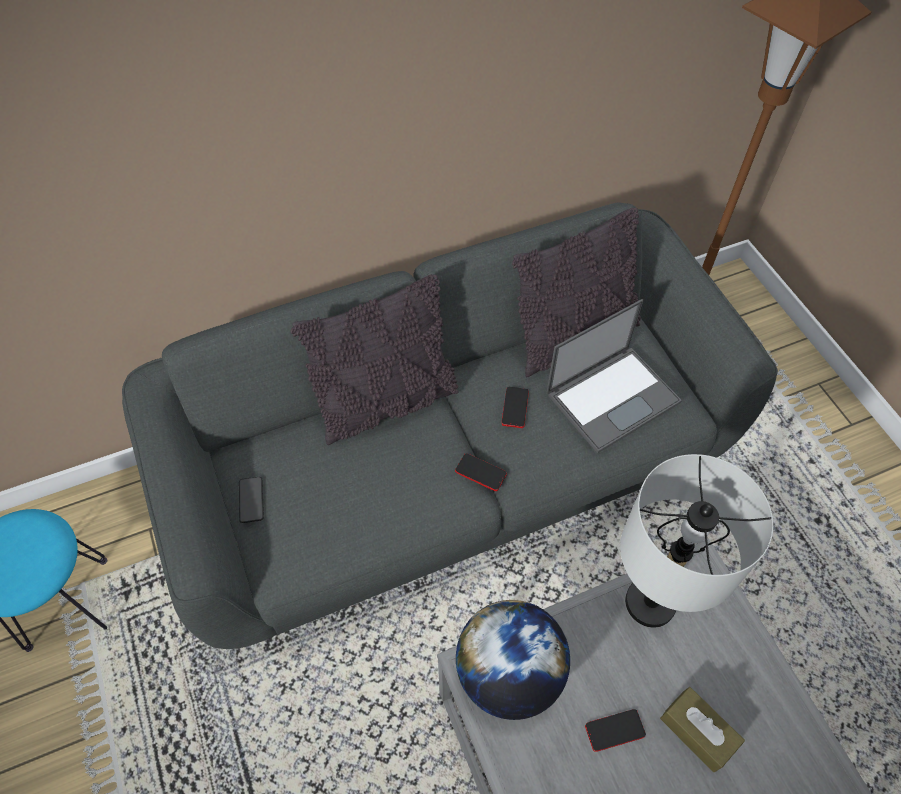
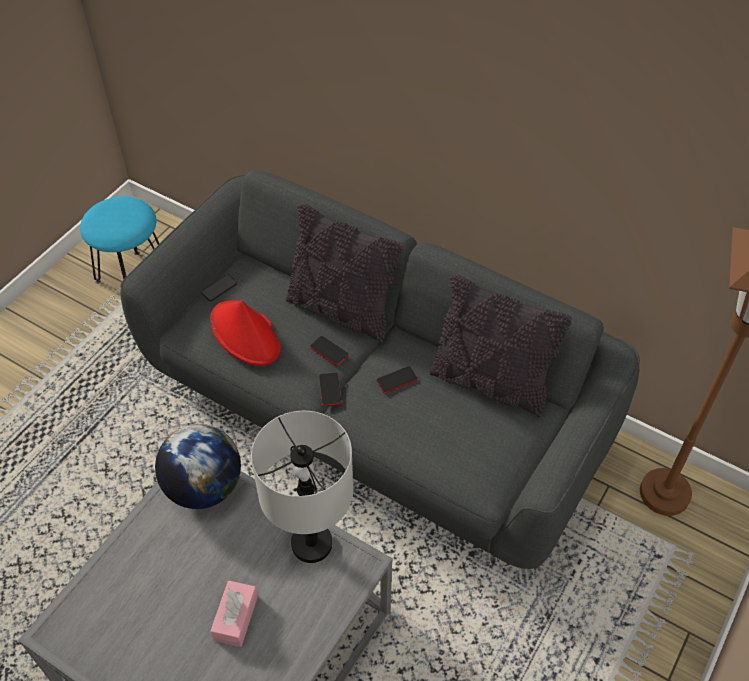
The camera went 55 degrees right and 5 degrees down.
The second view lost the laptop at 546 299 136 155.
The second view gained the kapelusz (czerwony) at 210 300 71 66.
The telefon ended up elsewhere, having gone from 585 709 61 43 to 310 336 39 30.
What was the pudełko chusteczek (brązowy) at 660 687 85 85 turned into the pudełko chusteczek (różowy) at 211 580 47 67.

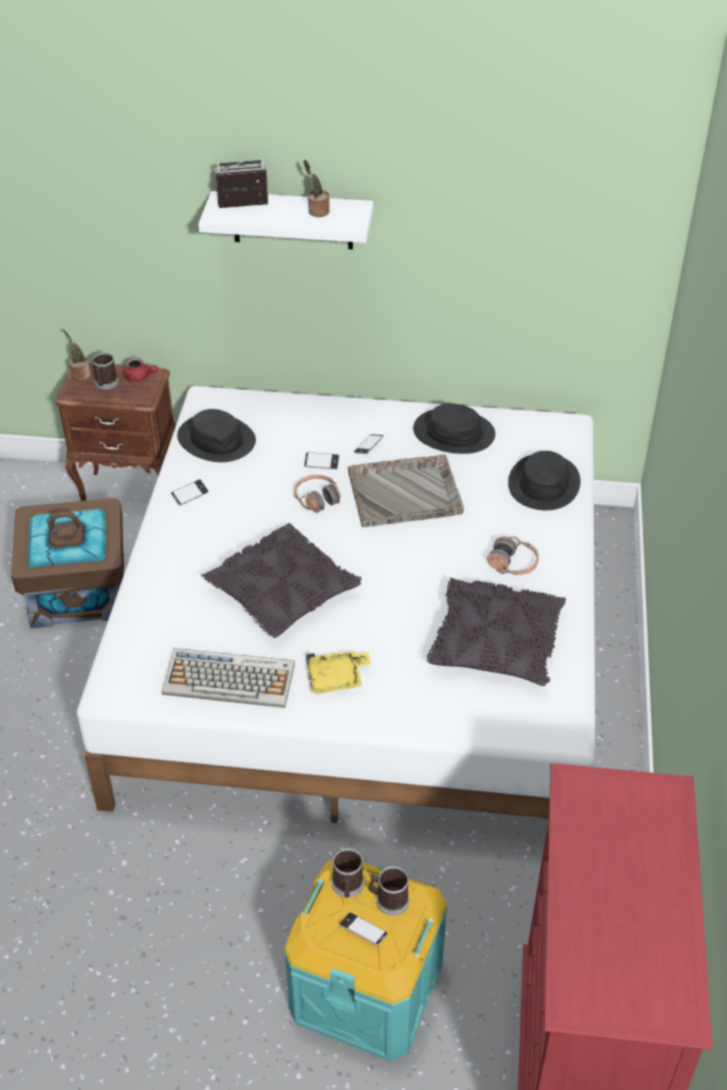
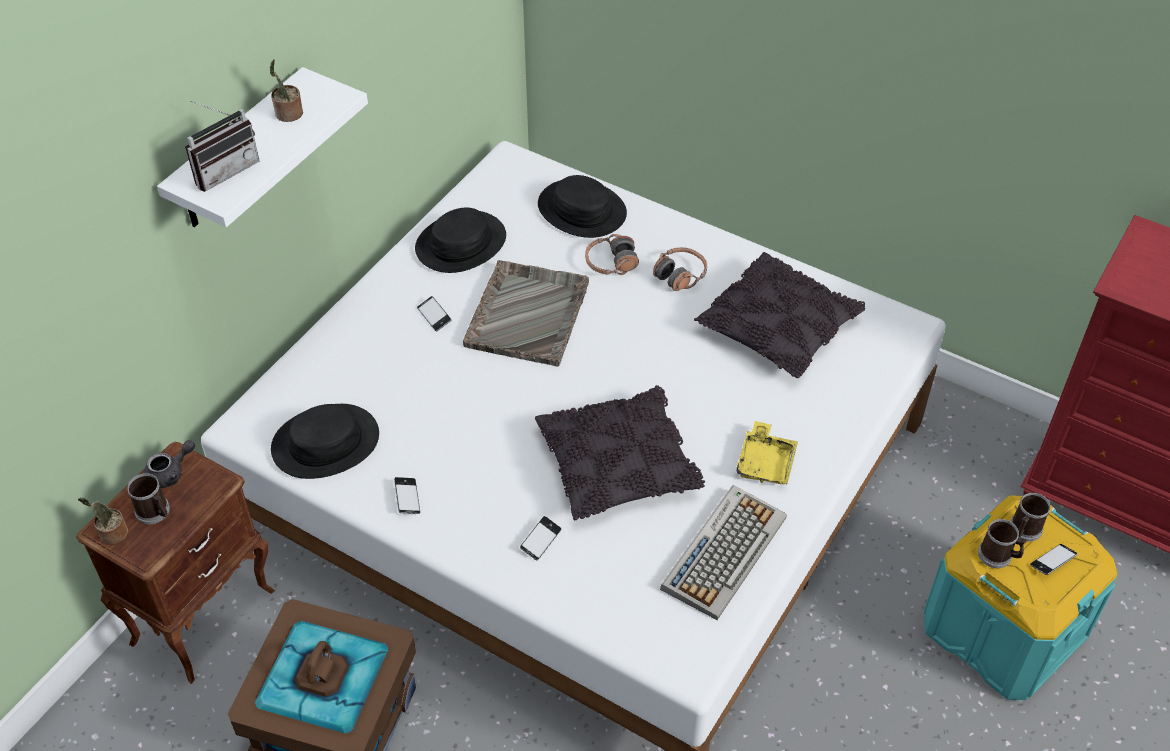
The camera went 65 degrees left and 5 degrees up.
The słuchawki ended up elsewhere, having gone from 294 475 46 38 to 585 234 54 41.
The telefon ended up elsewhere, having gone from 304 452 35 17 to 520 516 41 44.
What was the imbryk (czerwony) at 123 358 35 24 turned into the imbryk (szary) at 144 440 51 48.
The radio at 215 159 53 49 ended up facing another way, 150 degrees counterclockwise from before.

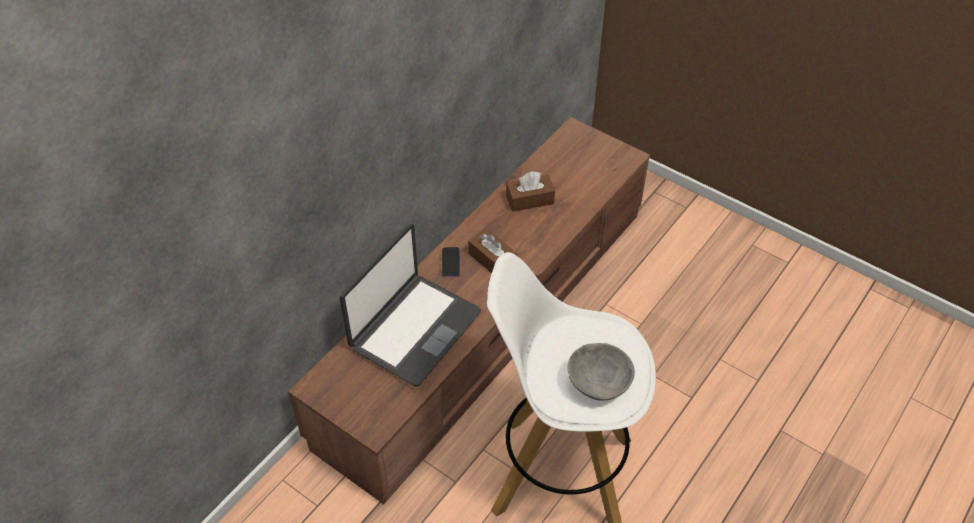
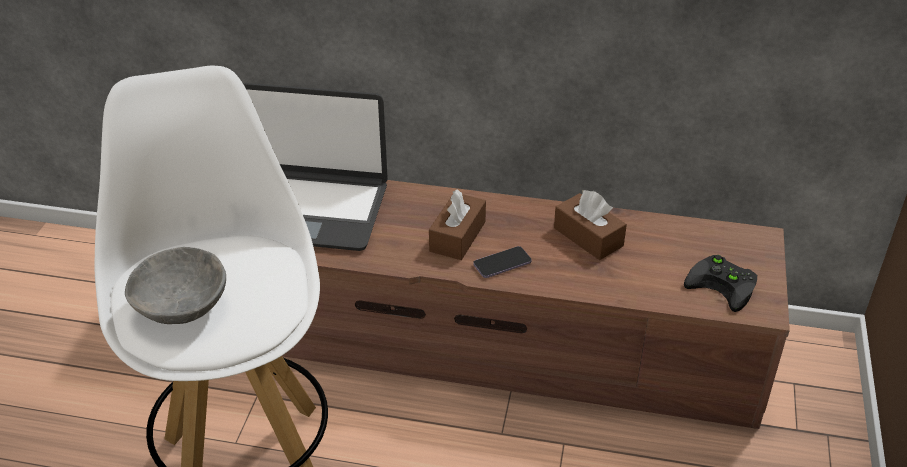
The camera went 65 degrees right and 10 degrees down.
The second view gained the pad do gier (czarny) at 684 255 73 57.
The telefon ended up elsewhere, having gone from 442 247 18 30 to 473 246 59 32.

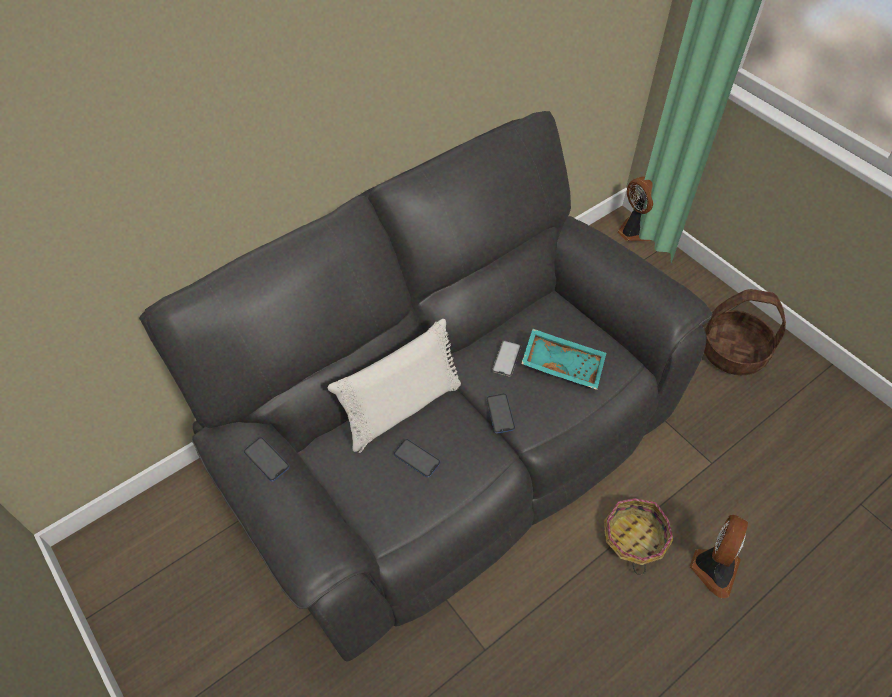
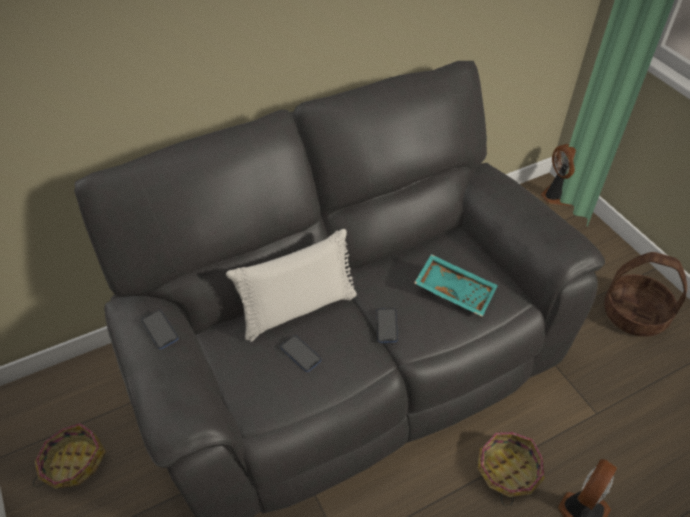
The camera went 10 degrees right and 5 degrees down.
The second view lost the telefon at 492 340 29 36.
The second view gained the koszyk at 33 423 73 66.

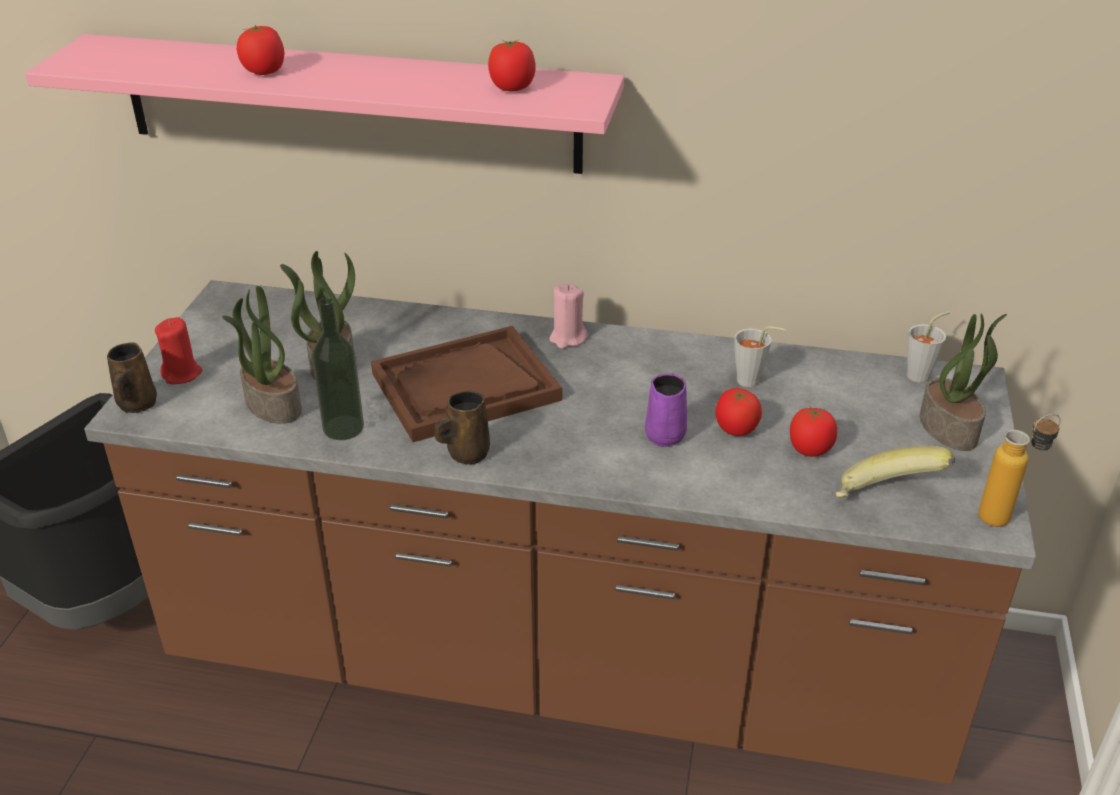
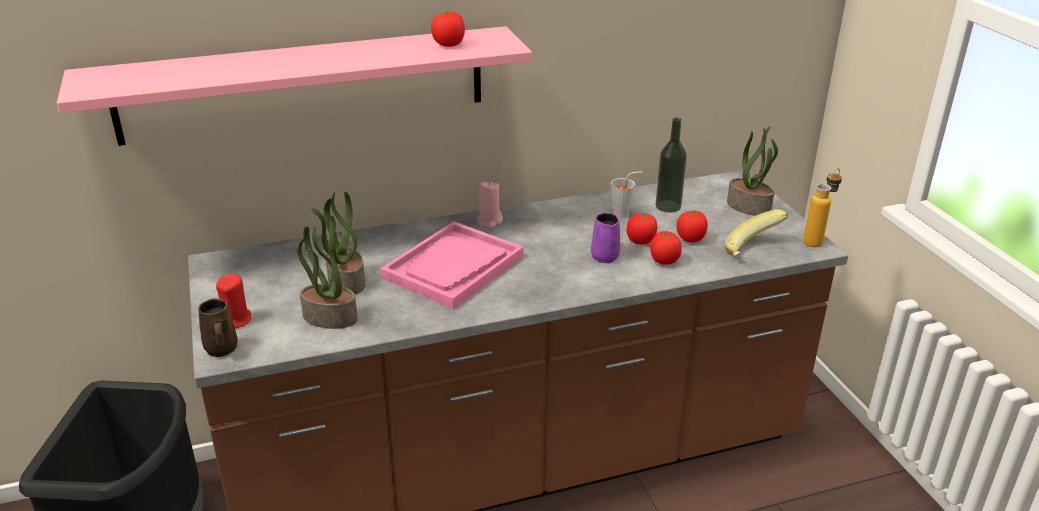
The camera went 30 degrees left and 5 degrees down.
The second view lost the kubek (brązowy) at 435 391 55 73.
The second view lost the filiżanka (szary) at 907 311 43 72.
The pomidor ended up elsewhere, having gone from 237 25 47 50 to 650 231 32 34.
The butelka ended up elsewhere, having gone from 312 297 52 143 to 655 118 32 95.
What was the taca (brązowy) at 371 326 191 116 turned into the taca (różowy) at 380 221 144 88.

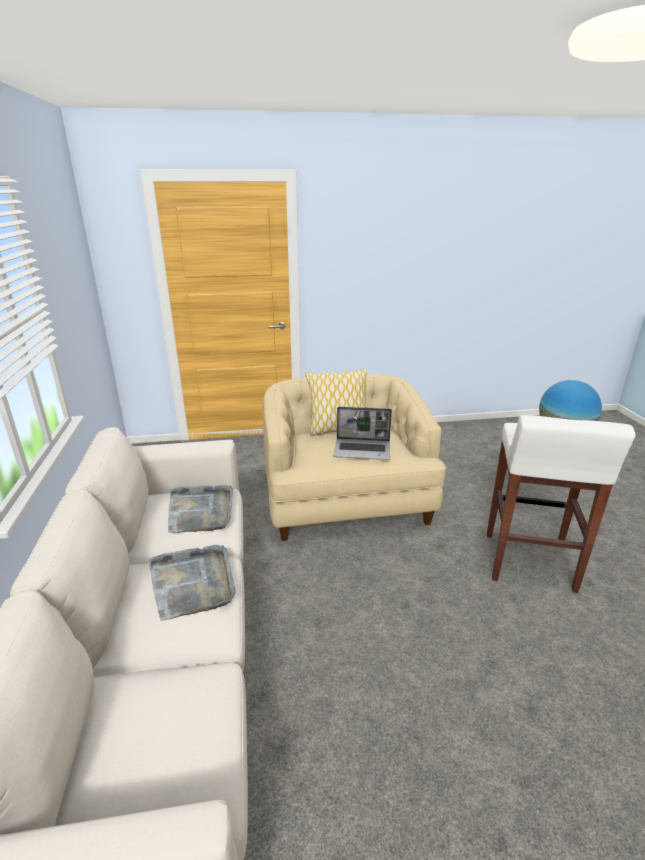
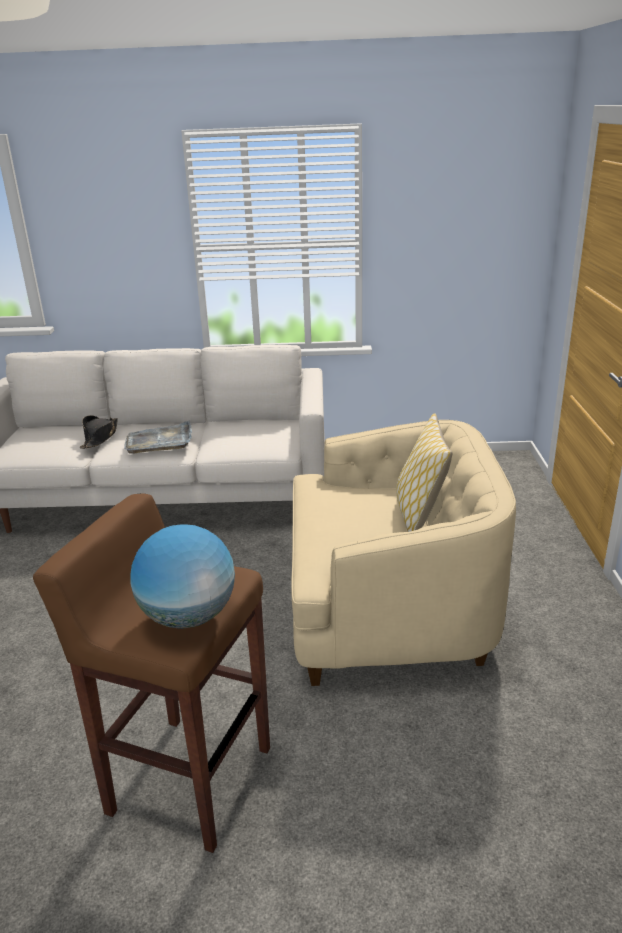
The camera went 100 degrees right and 0 degrees up.
The second view lost the taca (szary) at 168 485 65 48.
The second view lost the laptop at 334 407 58 53.
The second view gained the kapelusz (czarny) at 80 415 38 34.
What was the stołek (biały) at 487 415 149 178 turned into the stołek (brązowy) at 33 493 237 360.

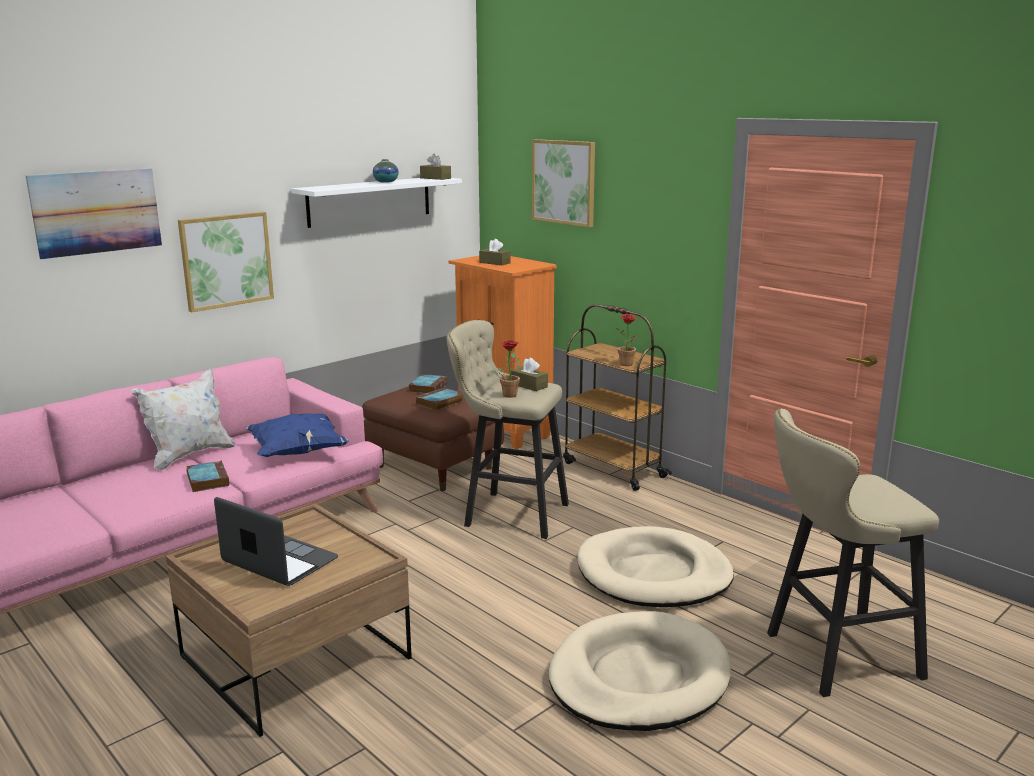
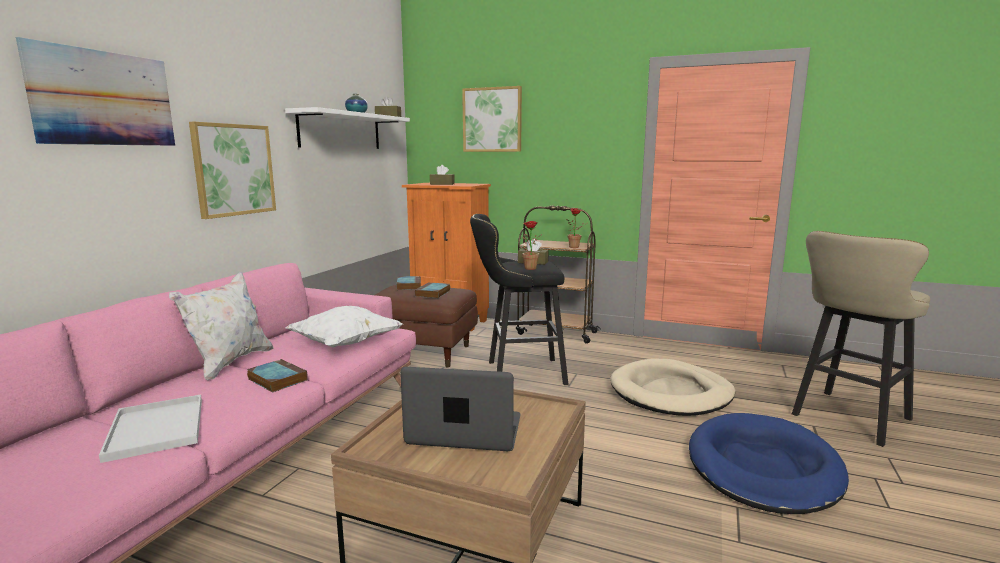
The camera went 25 degrees left and 5 degrees down.
The second view gained the taca (biały) at 99 395 103 68.
What was the poduszka (niebieski) at 245 413 104 44 turned into the poduszka (biały) at 285 306 118 42.
What was the stołek (beżowy) at 447 320 122 219 turned into the stołek (czarny) at 470 214 99 171.
What was the legowisko (beżowy) at 549 611 182 120 turned into the legowisko (niebieski) at 689 413 160 101.

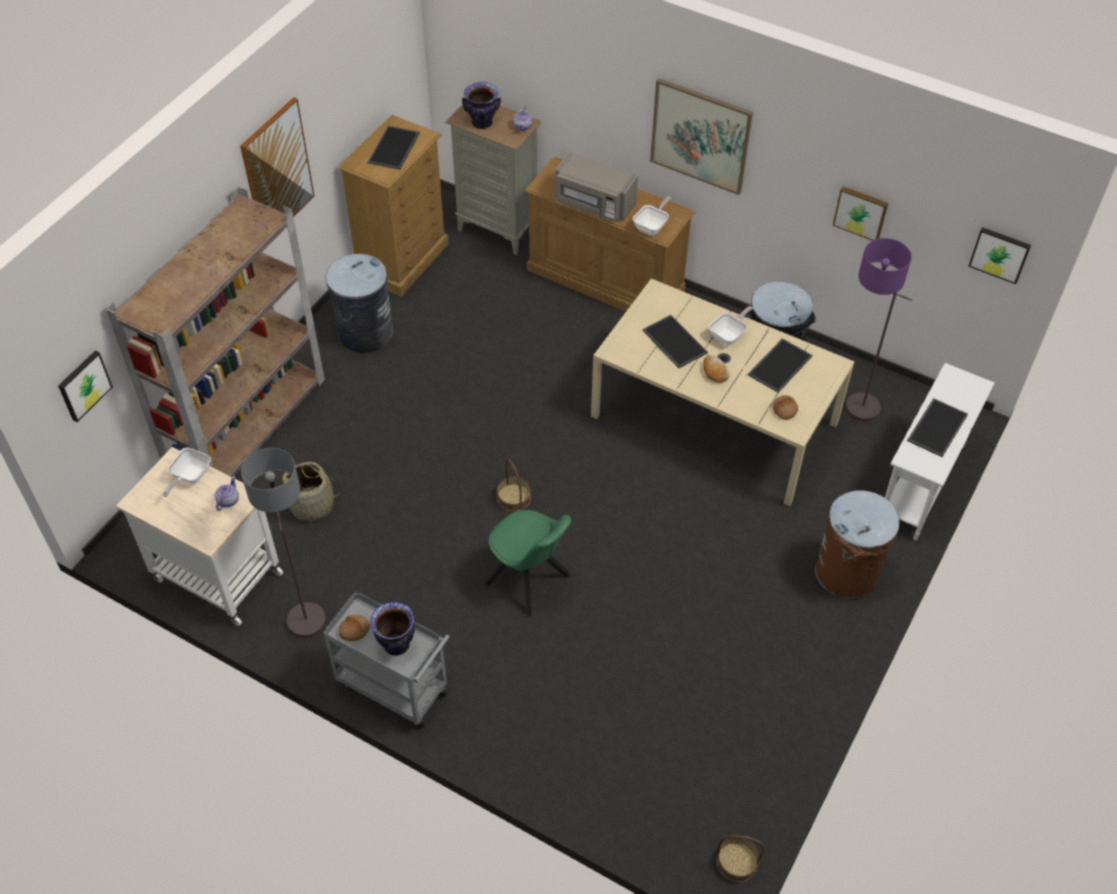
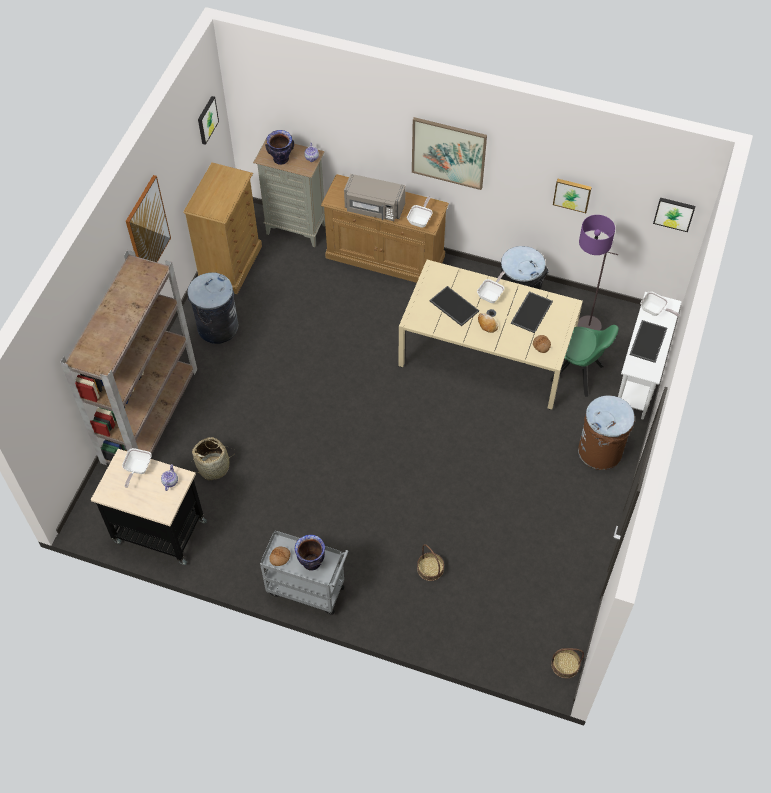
The camera went 10 degrees left and 5 degrees up.
The second view lost the lampa stojąca (szary) at 241 448 85 190.
The second view lost the taca at 368 126 52 44.
The second view gained the patelnia at 640 291 40 26.
The obraz ended up elsewhere, having gone from 58 351 55 71 to 198 96 21 49.
The krzesło (zielony) ended up elsewhere, having gone from 485 510 86 106 to 550 325 69 72.
The koszyk ended up elsewhere, having gone from 496 459 35 53 to 417 544 27 37.
What was the wózek (biały) at 116 447 167 179 turned into the wózek (czarny) at 91 449 116 116.

